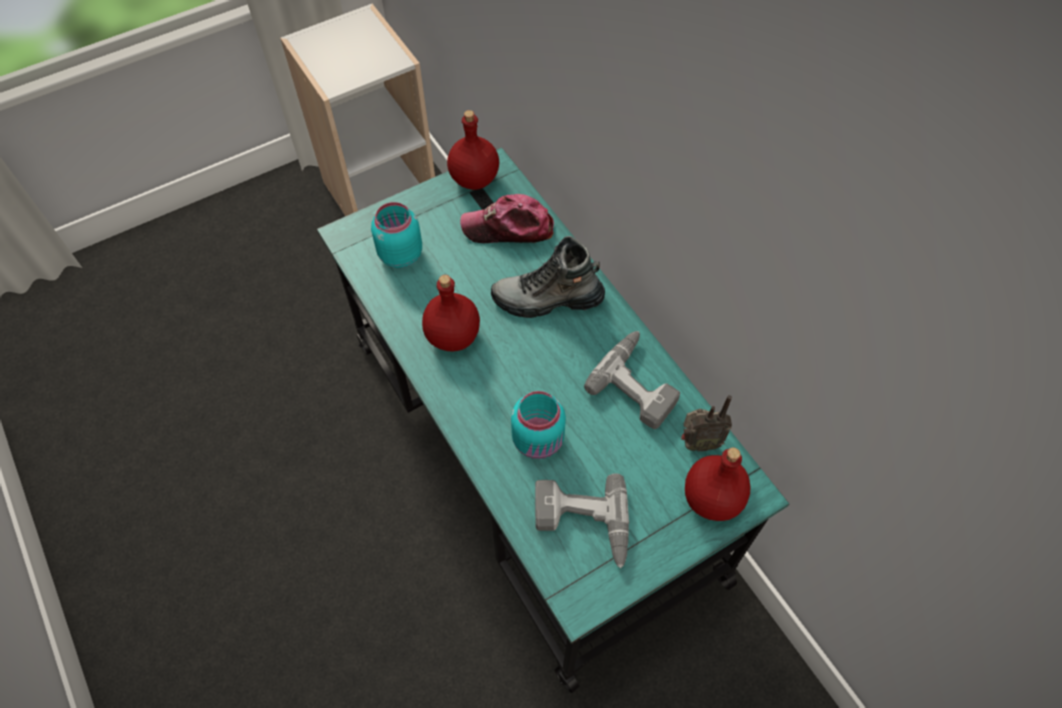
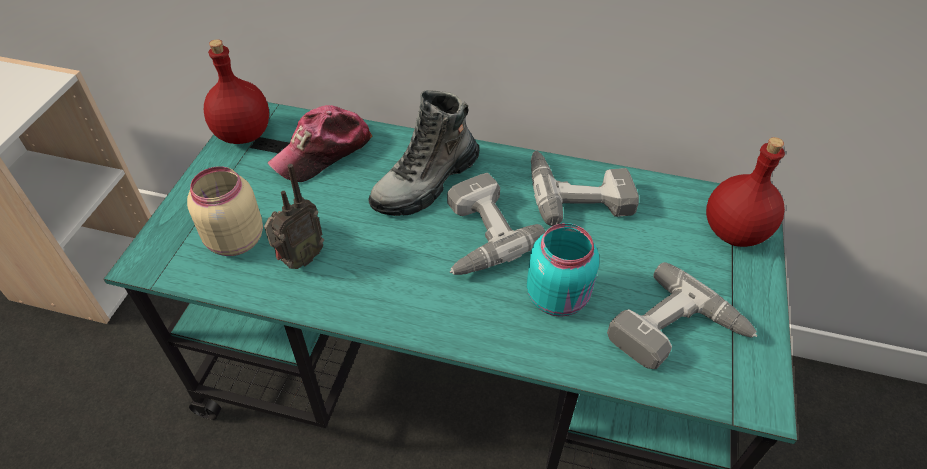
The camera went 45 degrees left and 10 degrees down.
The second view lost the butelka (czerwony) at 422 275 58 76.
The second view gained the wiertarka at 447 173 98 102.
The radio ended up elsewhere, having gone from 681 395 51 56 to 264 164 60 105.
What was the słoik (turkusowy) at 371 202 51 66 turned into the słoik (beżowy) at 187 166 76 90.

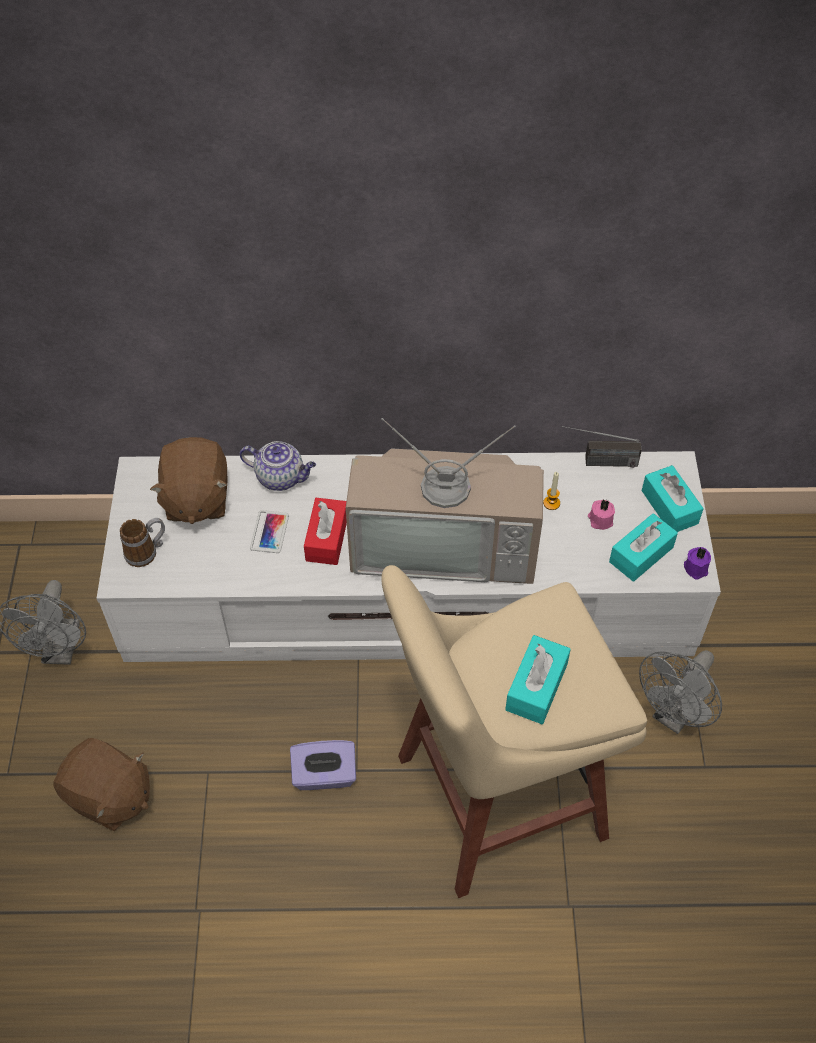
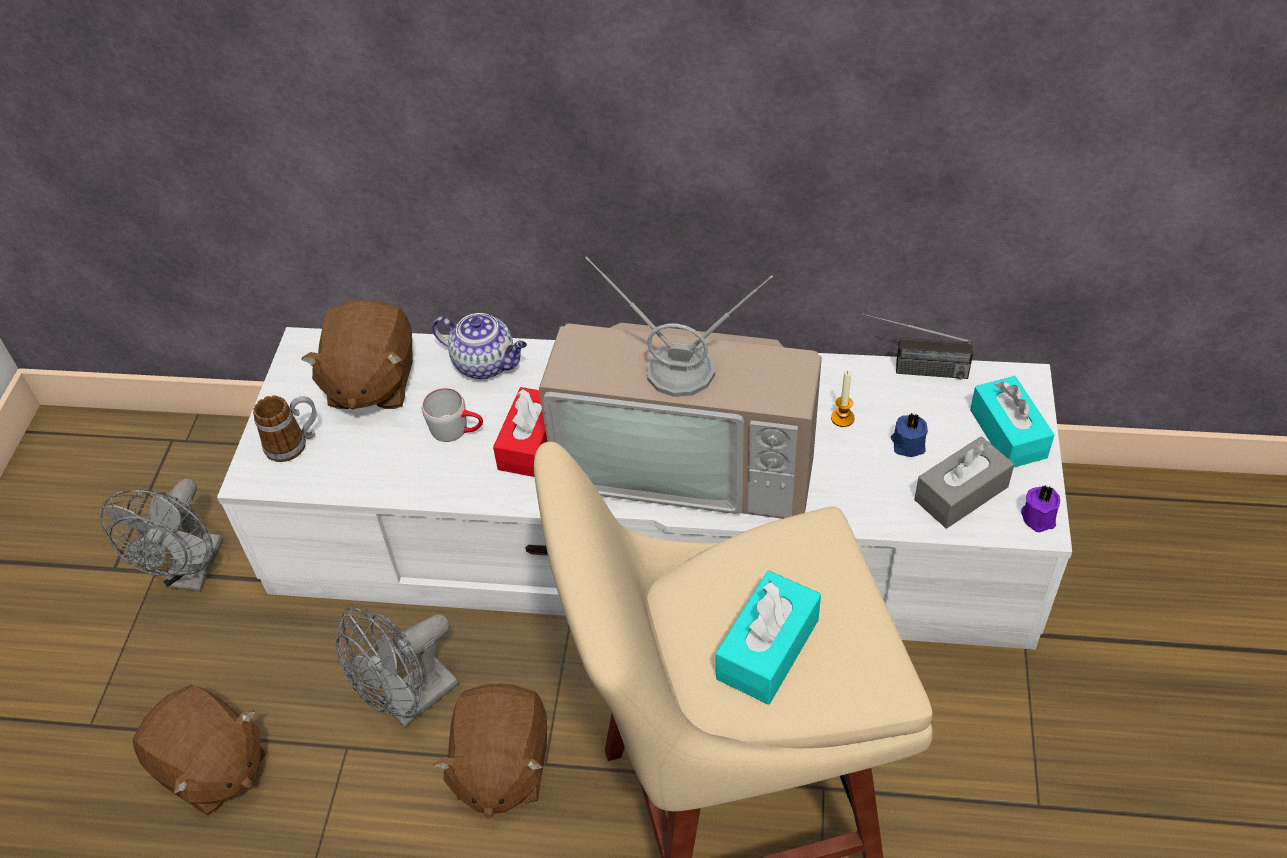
The camera went 10 degrees right and 5 degrees down.
The wentylator (szary) ended up elsewhere, having gone from 639 650 83 84 to 336 606 122 122.
Where the telefon stood at 250 510 39 43, the kubek (szary) came to stand at 422 388 61 54.
Where the pudełko chusteczek (fioletowy) stood at 290 740 66 50, the pluszak (brązowy) came to stand at 434 684 113 134.
What was the świeca (różowy) at 588 500 27 30 turned into the świeca (niebieski) at 891 413 37 44.
What was the pudełko chusteczek (turkusowy) at 609 513 69 69 turned into the pudełko chusteczek (szary) at 914 436 100 92.

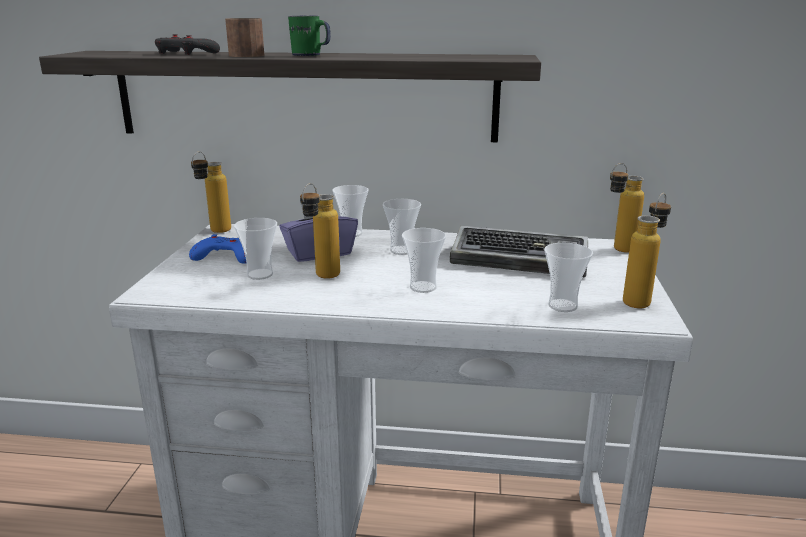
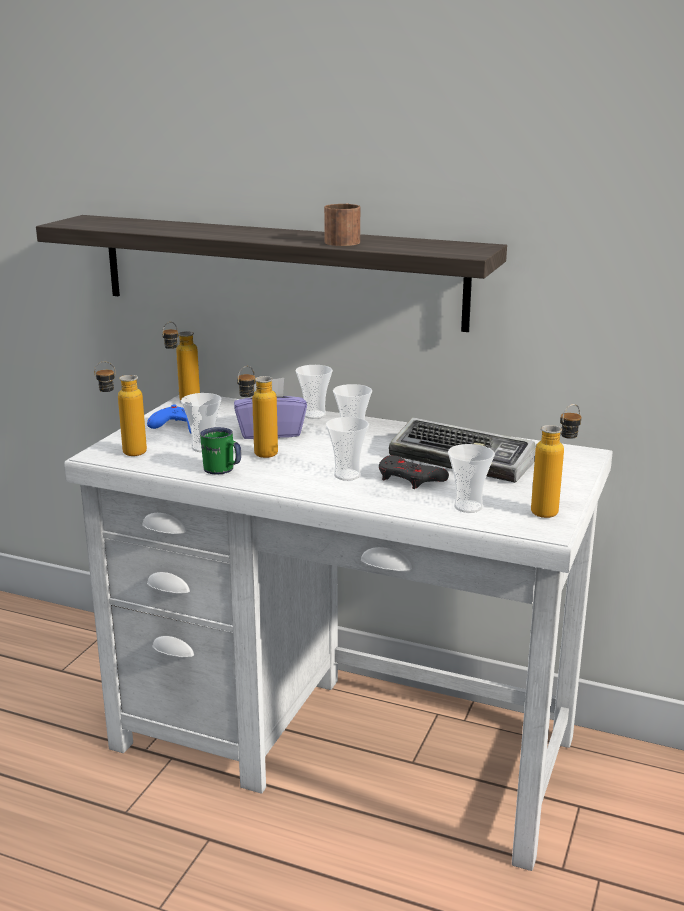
The camera went 15 degrees right and 0 degrees up.
The pad do gier (szary) ended up elsewhere, having gone from 155 34 65 21 to 379 455 70 34.
The kubek (brązowy) ended up elsewhere, having gone from 225 18 39 39 to 324 203 36 43.
The kubek (zielony) ended up elsewhere, having gone from 288 15 43 41 to 200 427 41 47.
The butelka ended up elsewhere, having gone from 610 163 34 90 to 94 361 53 95.

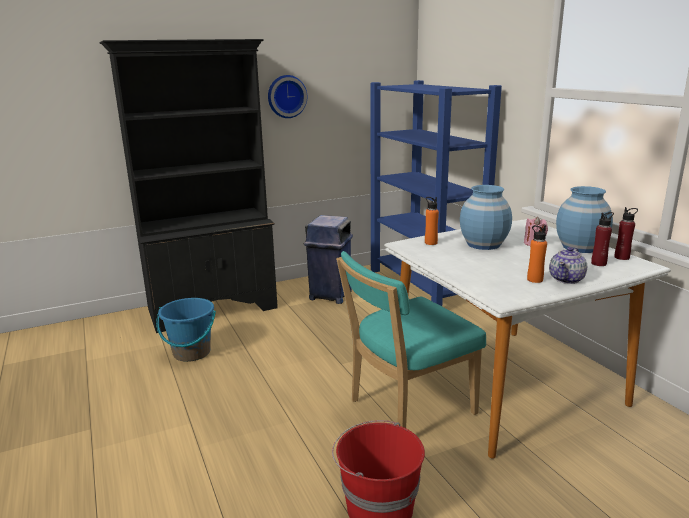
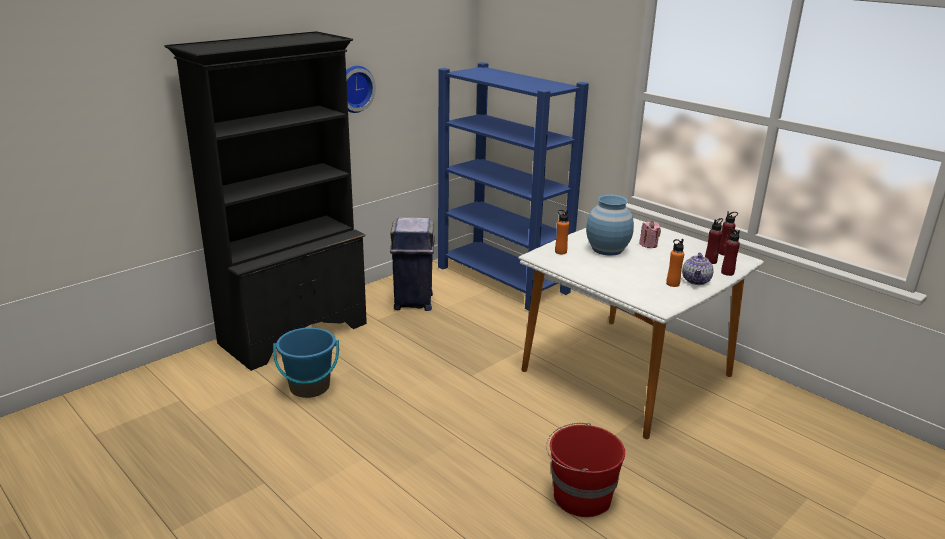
The camera went 20 degrees left and 5 degrees up.
The second view lost the krzesło (turkusowy) at 336 251 150 177.
The second view lost the wazon (niebieski) at 556 186 57 67.
The second view gained the butelka (czerwony) at 721 228 19 48.

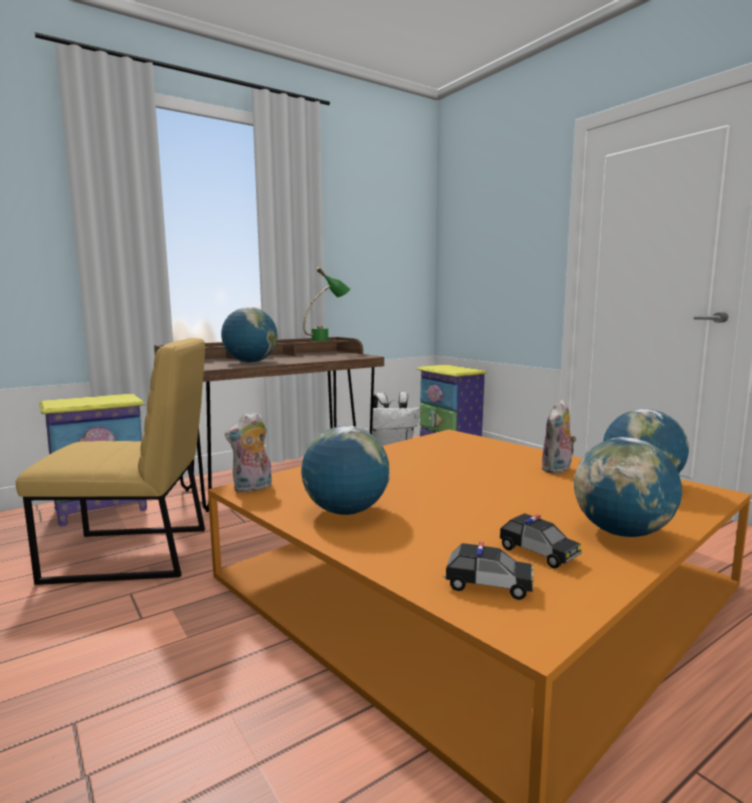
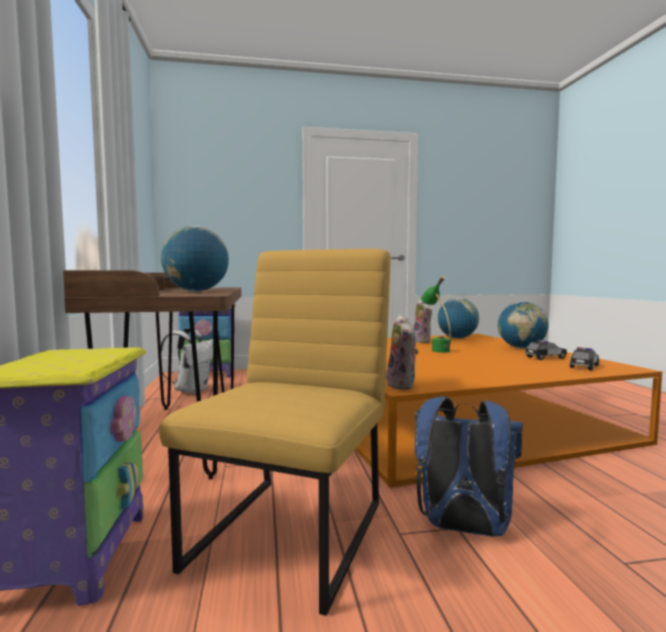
The camera went 65 degrees left and 5 degrees down.
The second view lost the globus at 301 426 89 89.
The second view gained the plecak (niebieski) at 415 396 108 141.
The lampa stołowa (zielony) ended up elsewhere, having gone from 303 267 47 74 to 421 276 30 77.

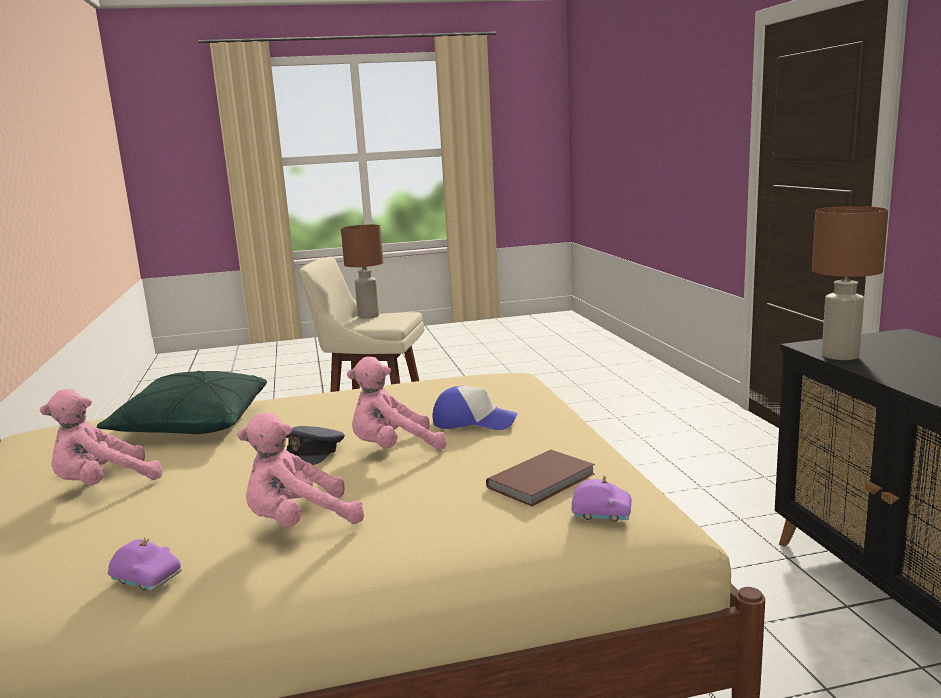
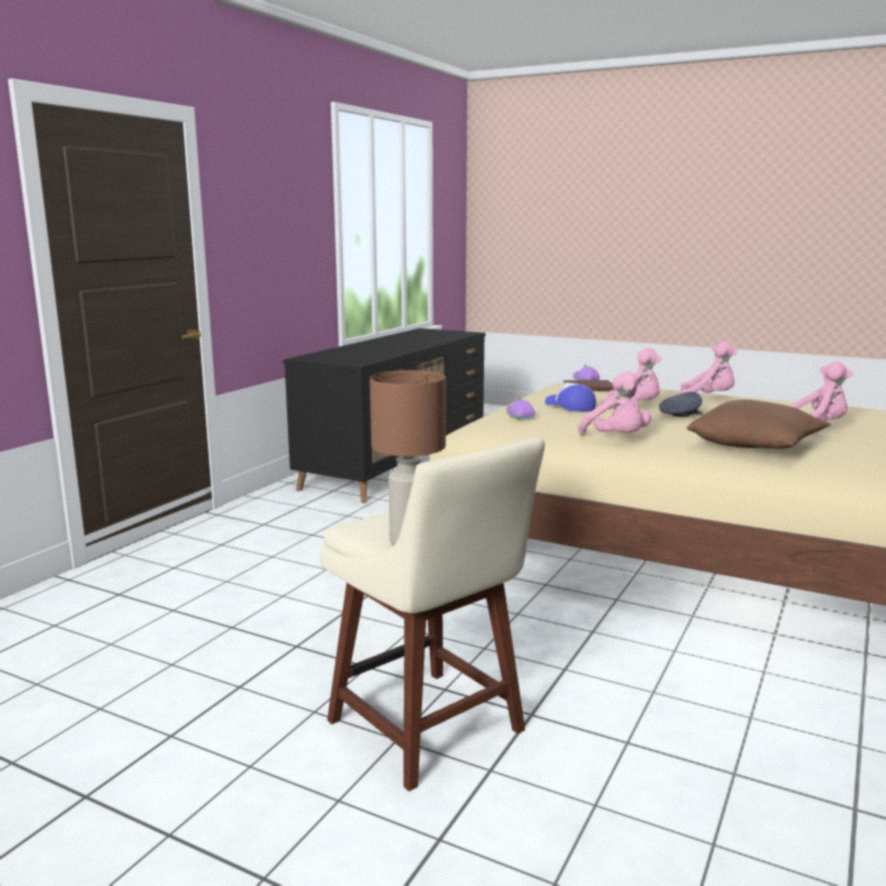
The camera went 140 degrees left and 0 degrees up.
The second view lost the lampa stołowa (brązowy) at 812 206 76 154.
The second view gained the pluszak (różowy) at 578 372 73 63.
The samochodzik (fioletowy) ended up elsewhere, having gone from 108 537 74 54 to 506 397 30 23.
What was the poduszka (zielony) at 97 371 170 63 turned into the poduszka (brązowy) at 687 399 144 50.

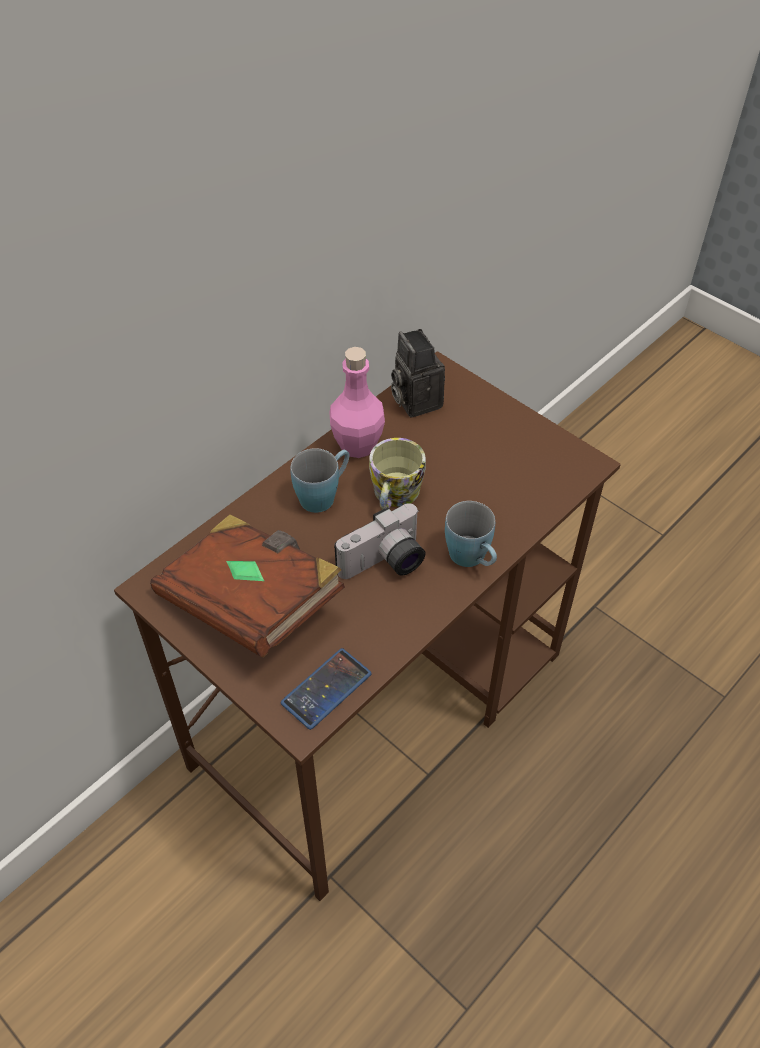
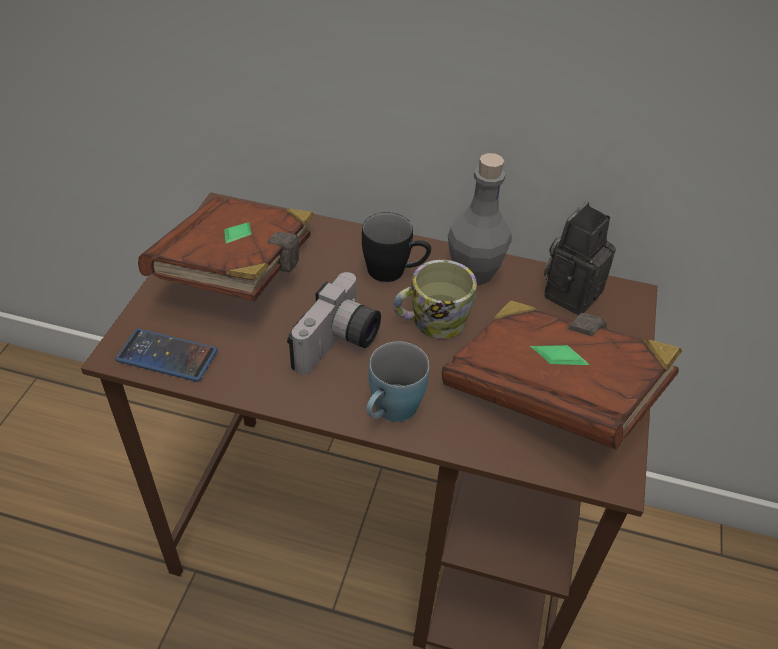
The camera went 60 degrees right and 5 degrees down.
The second view gained the książka (brązowy) at 442 300 240 150.
What was the kubek (niebieski) at 290 448 59 65 turned into the kubek (czarny) at 362 212 69 70.
What was the butelka (różowy) at 329 347 56 111 turned into the butelka (szary) at 448 153 64 132.
The aparat fotograficzny at 334 503 91 76 ended up facing another way, 90 degrees counterclockwise from before.

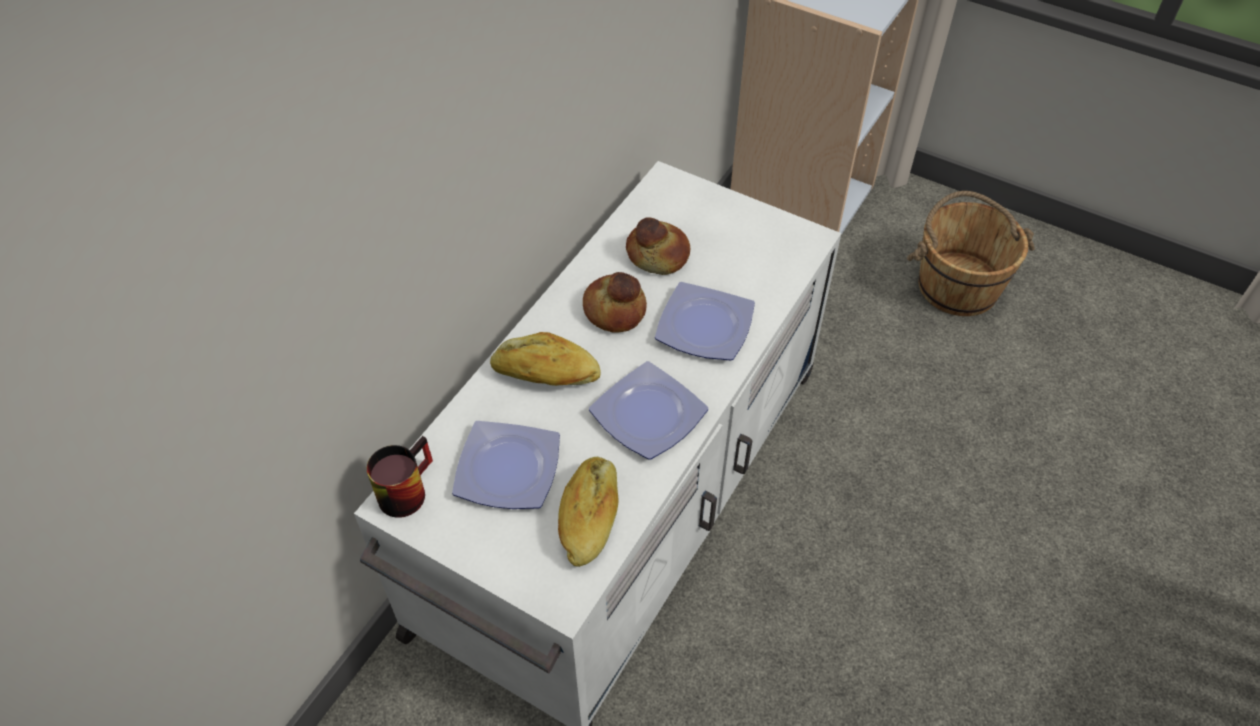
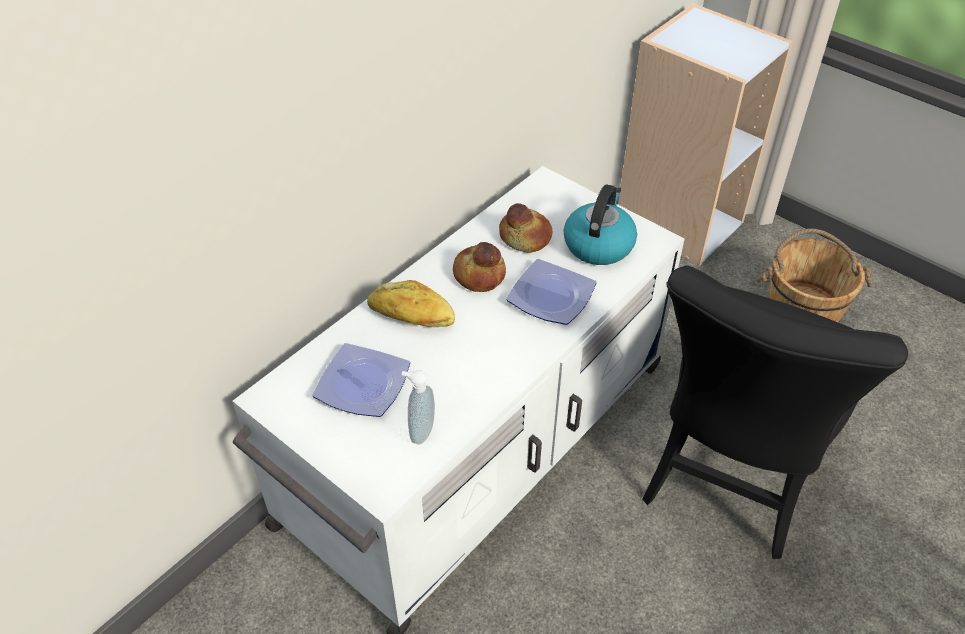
The camera went 10 degrees right and 5 degrees down.
The second view lost the kubek at 367 436 66 82.
The second view lost the talerz at 589 361 119 98.
The second view gained the czajnik at 564 185 73 80.
The second view gained the krzesło (czarny) at 642 265 266 294.
Where the chleb stood at 558 457 61 110, the dozownik mydła came to stand at 402 370 33 74.

